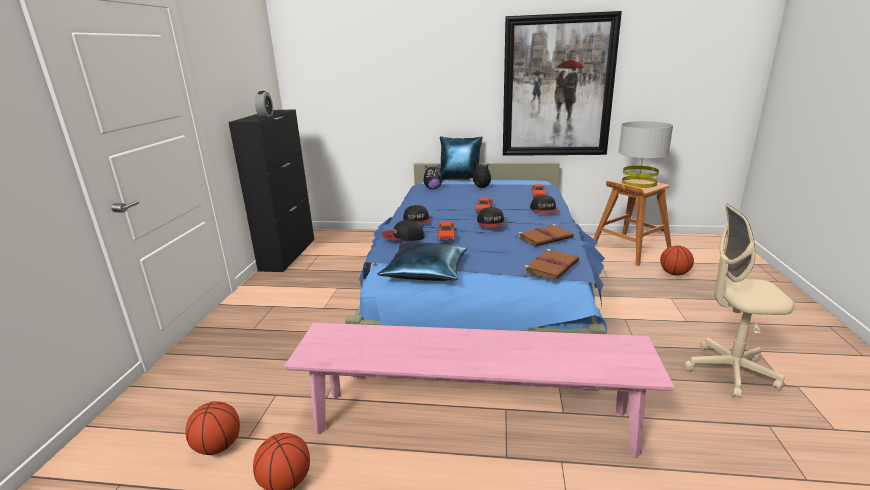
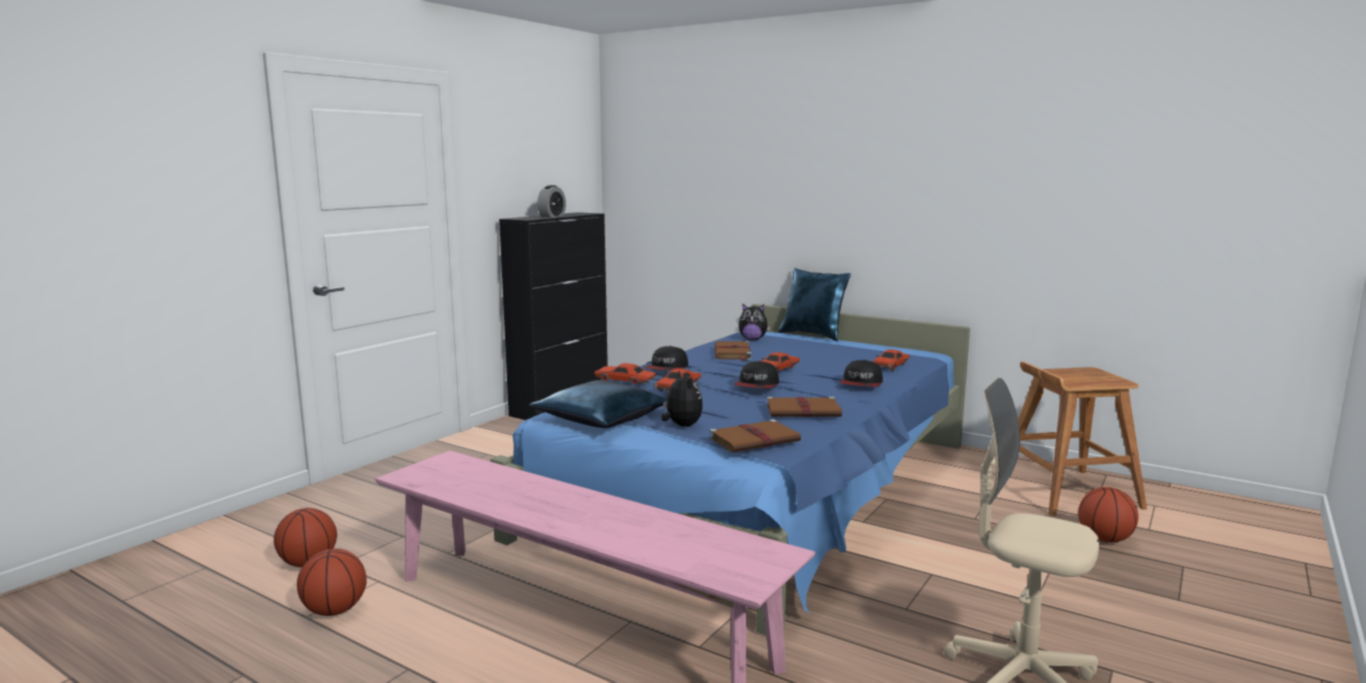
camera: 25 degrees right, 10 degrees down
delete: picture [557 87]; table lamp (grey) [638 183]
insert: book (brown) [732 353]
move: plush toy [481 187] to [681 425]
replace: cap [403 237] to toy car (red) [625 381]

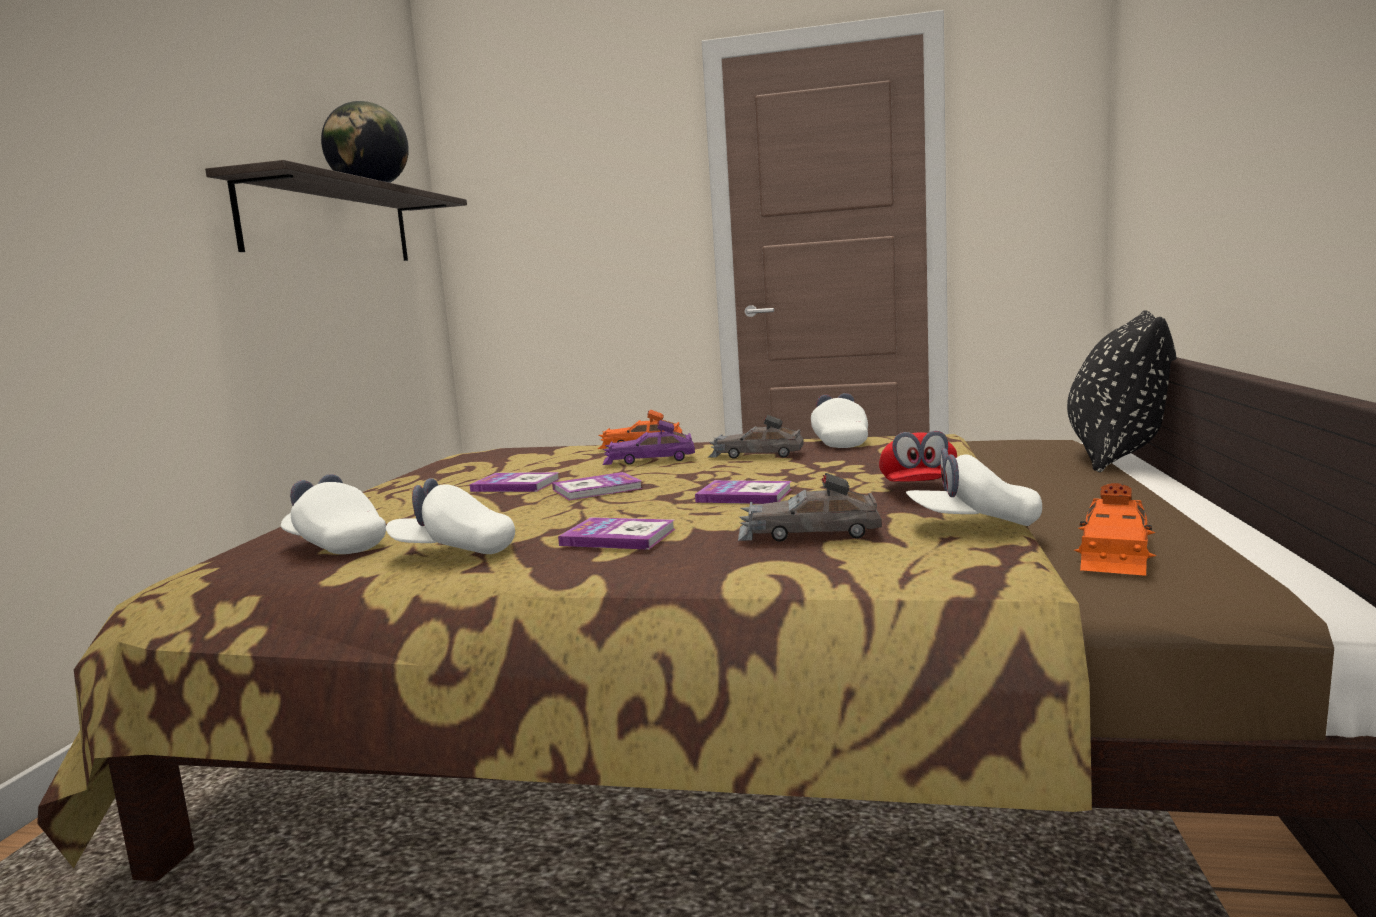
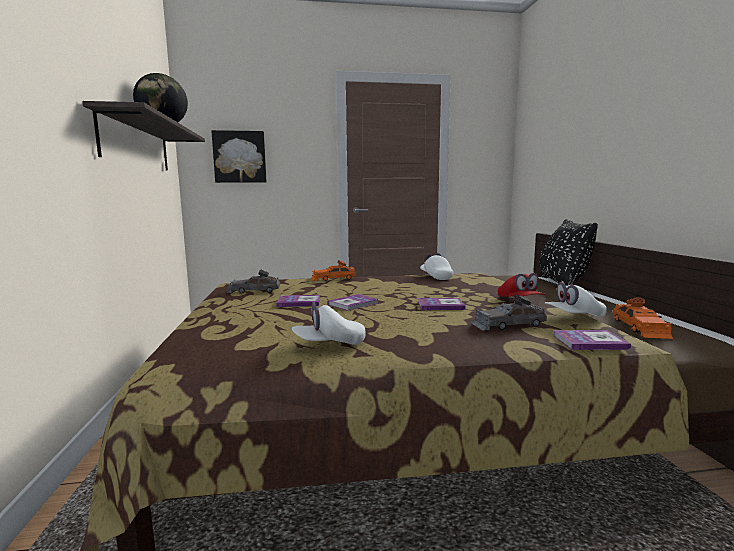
camera: 20 degrees left, 0 degrees up
delete: cap (white) [336 545]; toy car (purple) [649 460]
insert: picture [240 157]
move: toy car (grey) [756 454] to [254 291]; book [618 537] to [589 342]

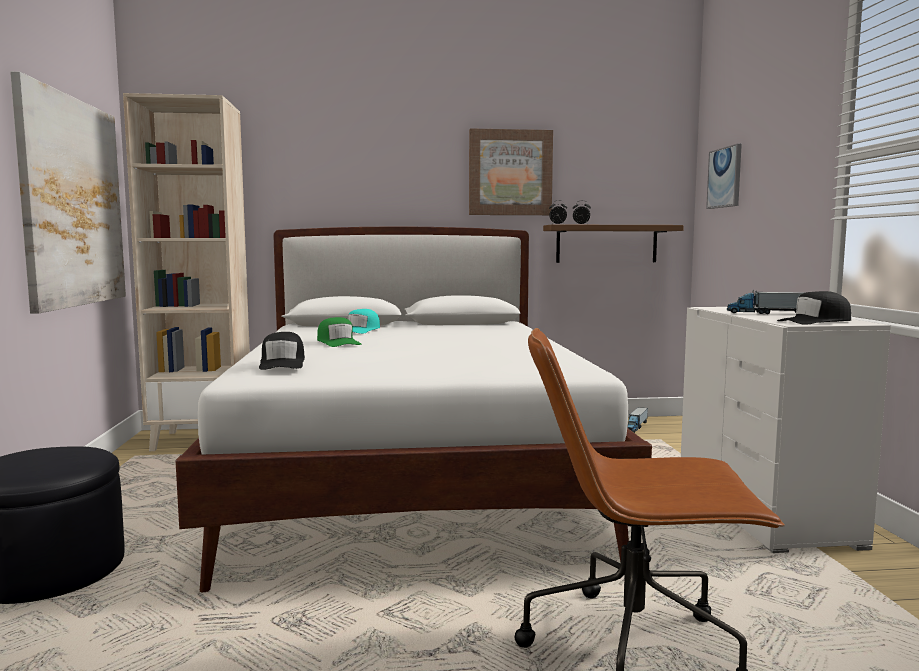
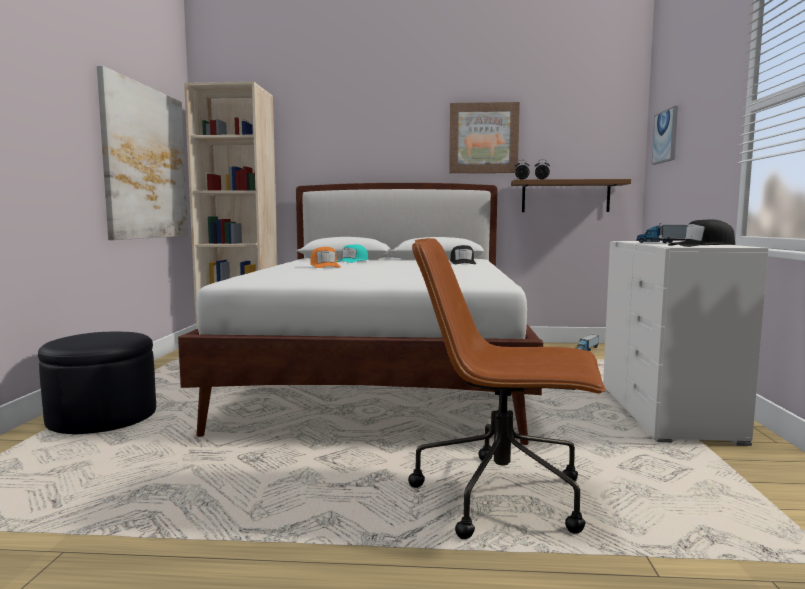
camera: 10 degrees right, 0 degrees up
move: cap (black) [282 363] to [463 263]
recolor: cap (green) [338 342] to cap (orange) [325 266]

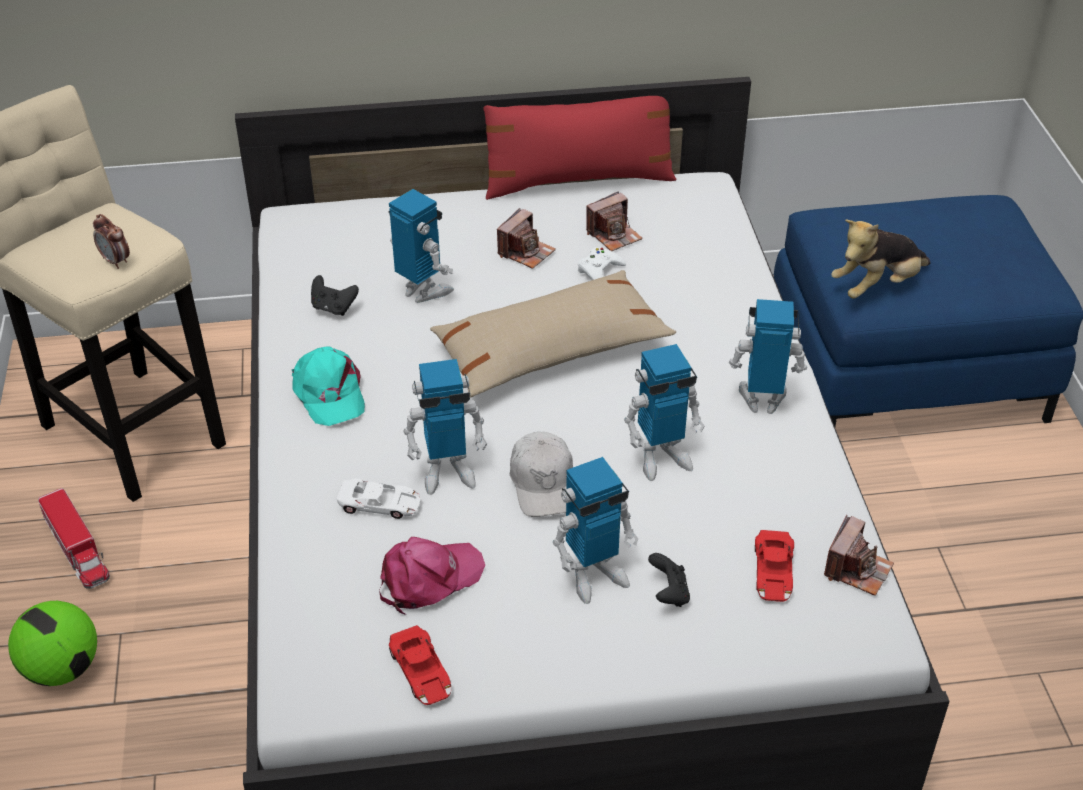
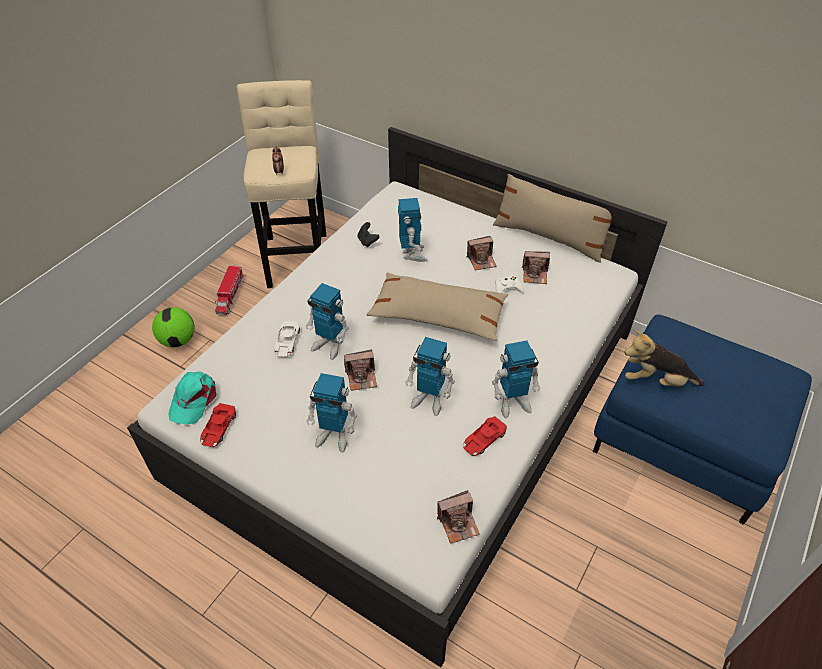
camera: 40 degrees right, 5 degrees up
delete: cap (pink) [429 578]; game controller (black) [669 594]
move: cap (turquoise) [328 393] to [193 399]; toy car (red) [773 572] to [483 439]
replace: cap (white) [543 483] to photo camera [361 377]
recolor: pillow (red) [578 180] to pillow (beige) [549 238]
rotate: toy car (white) [380 504] = [287 342] 45 degrees clockwise; toy robot [762 400] = [512 403] 120 degrees clockwise

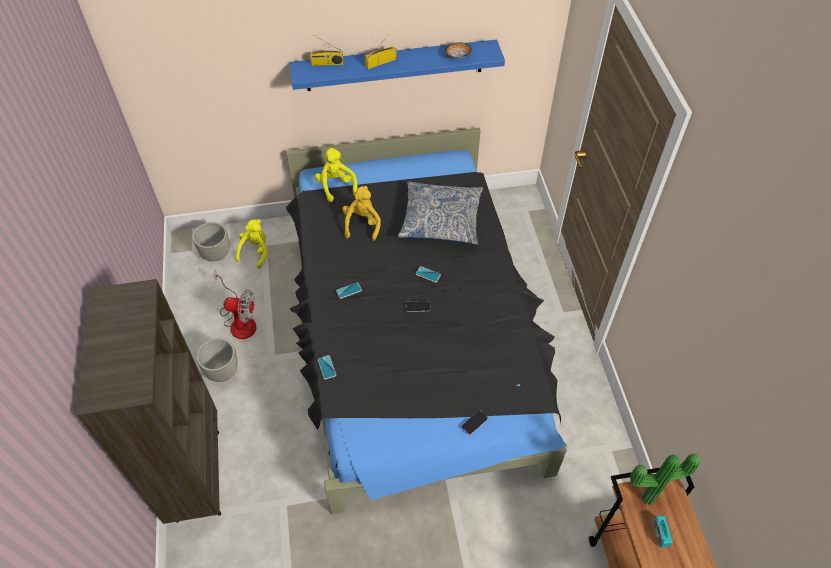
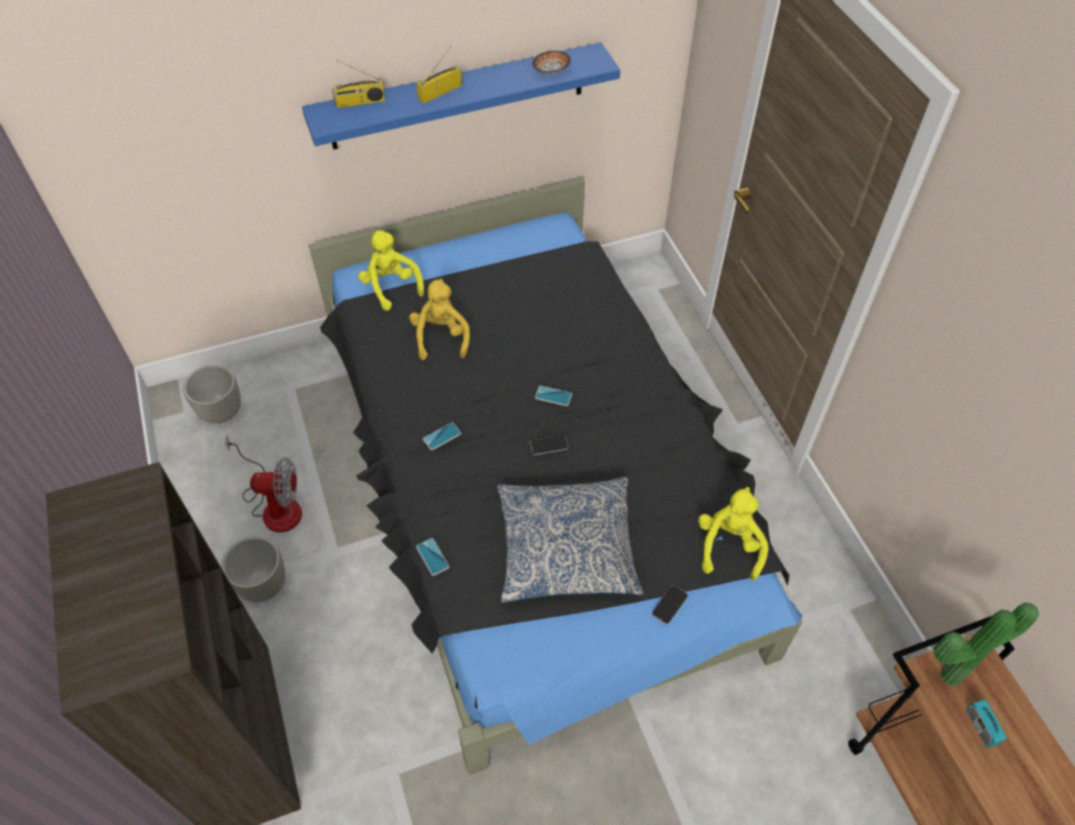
camera: 10 degrees left, 0 degrees up
move: pillow [441 220] to [566 548]; plush toy (yellow) [255 252] to [729 545]

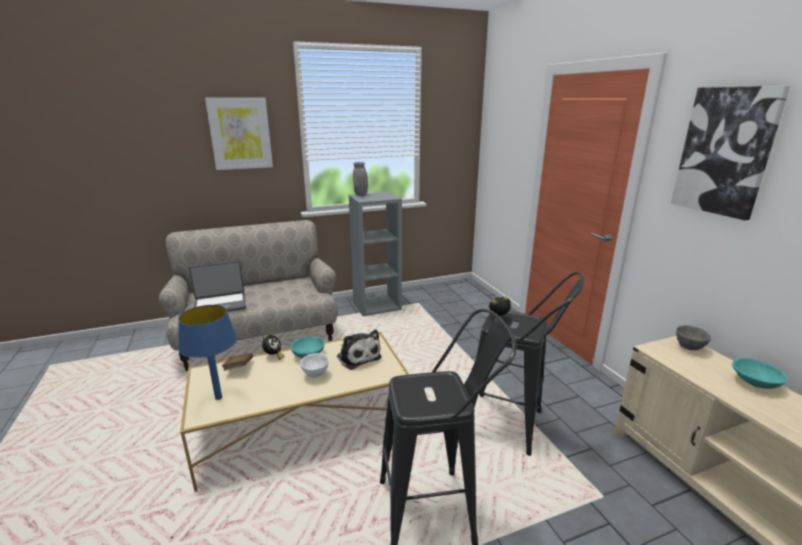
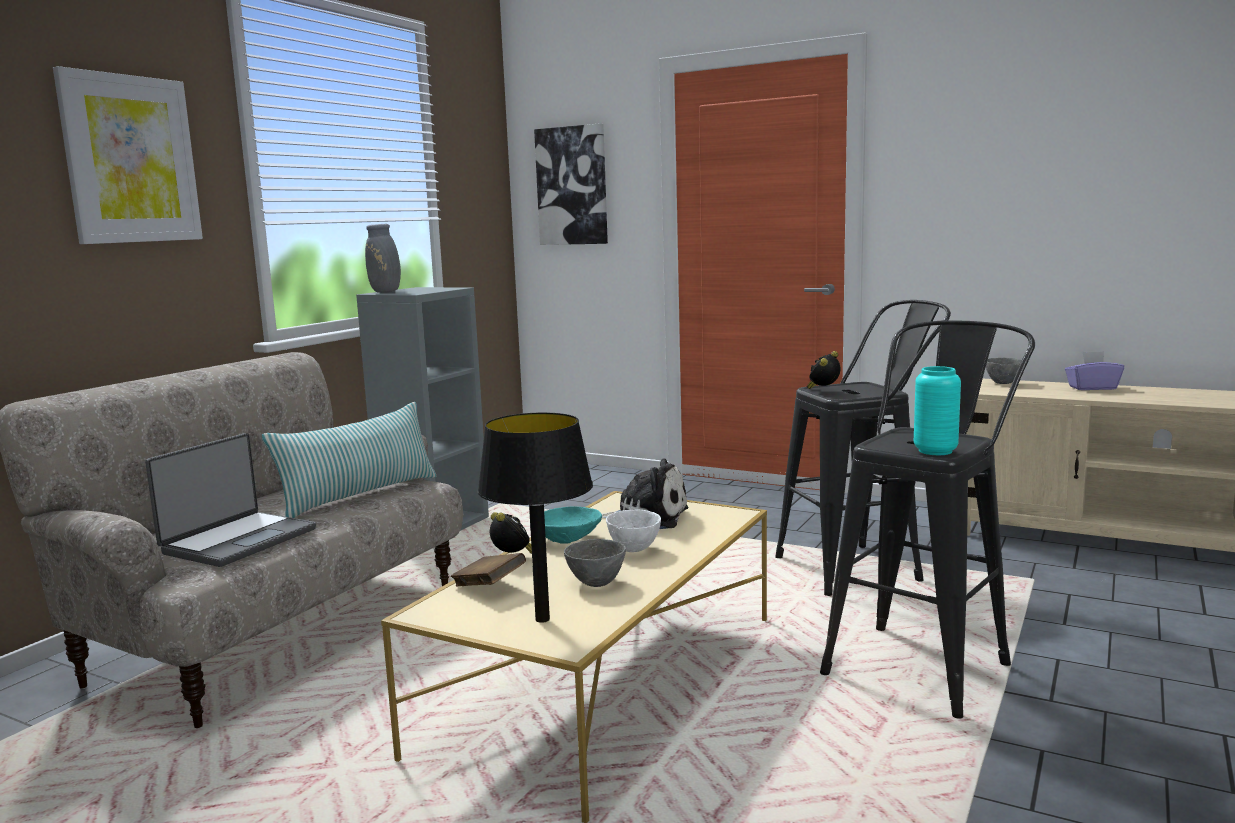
camera: 40 degrees left, 10 degrees down
insert: pillow [359 495]; bowl (grey) [596 583]; vase (turquoise) [935 451]
move: picture [725 151] to [572 186]
replace: bowl (turquoise) [753 383] to tissue box (purple) [1092 388]
recolor: table lamp (blue) [218 397] to table lamp (black) [542 619]

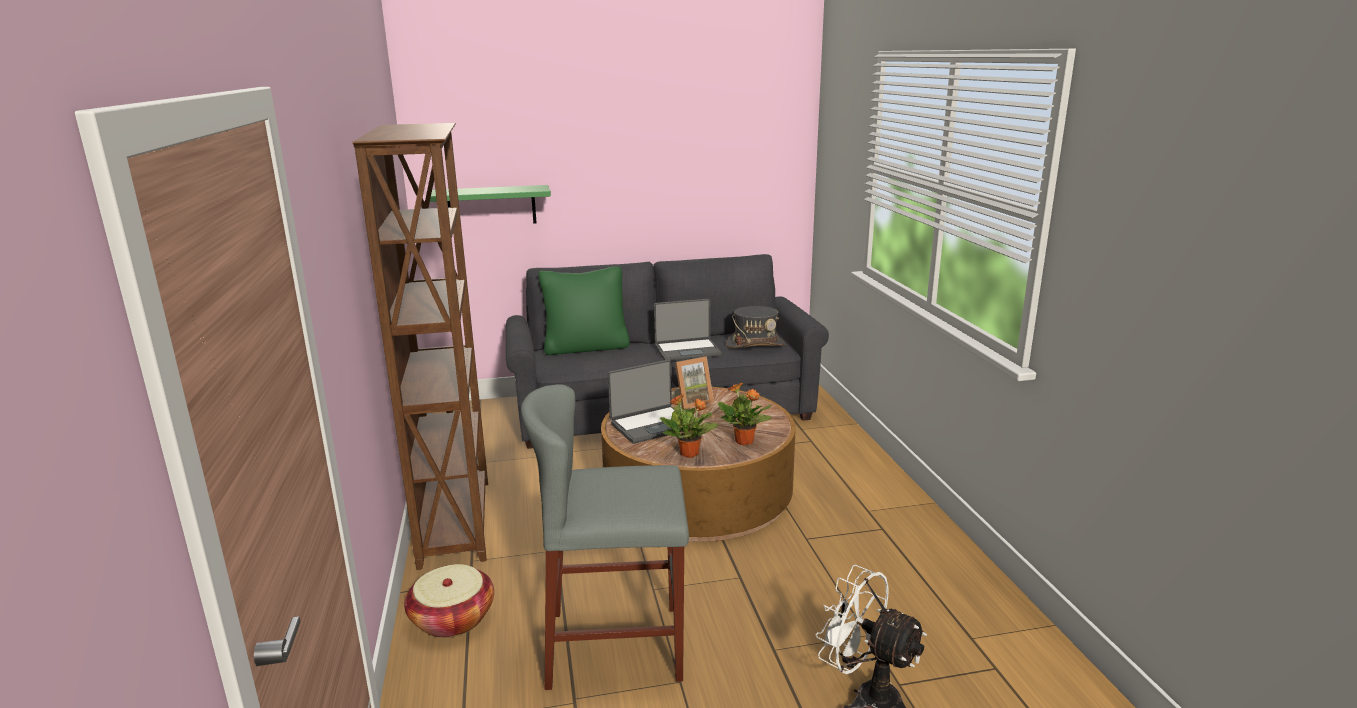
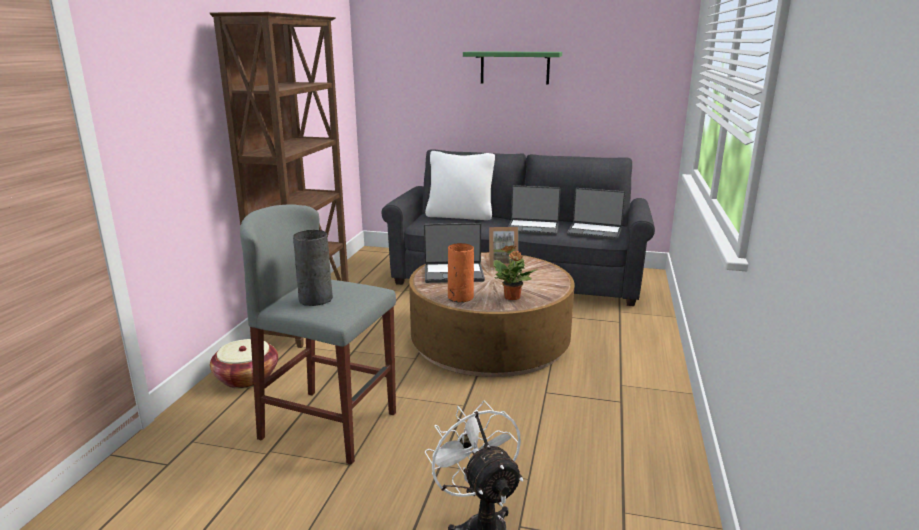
camera: 25 degrees right, 0 degrees up
insert: vase (grey) [314 299]
move: shelf (green) [491 206] to [514 67]
replace: potted plant [690 454] to vase (orange) [459 297]; hat (grey) [755 344] to laptop [594 232]
recolor: pillow (green) [586 347] to pillow (white) [460 216]

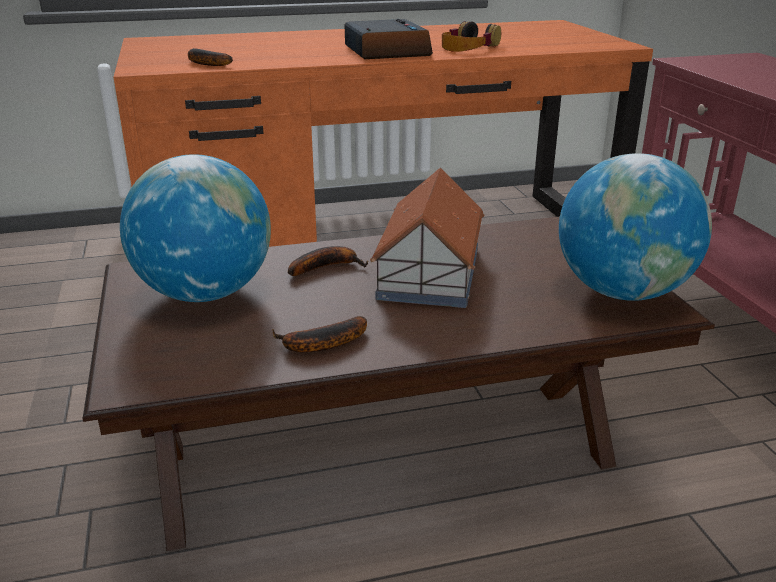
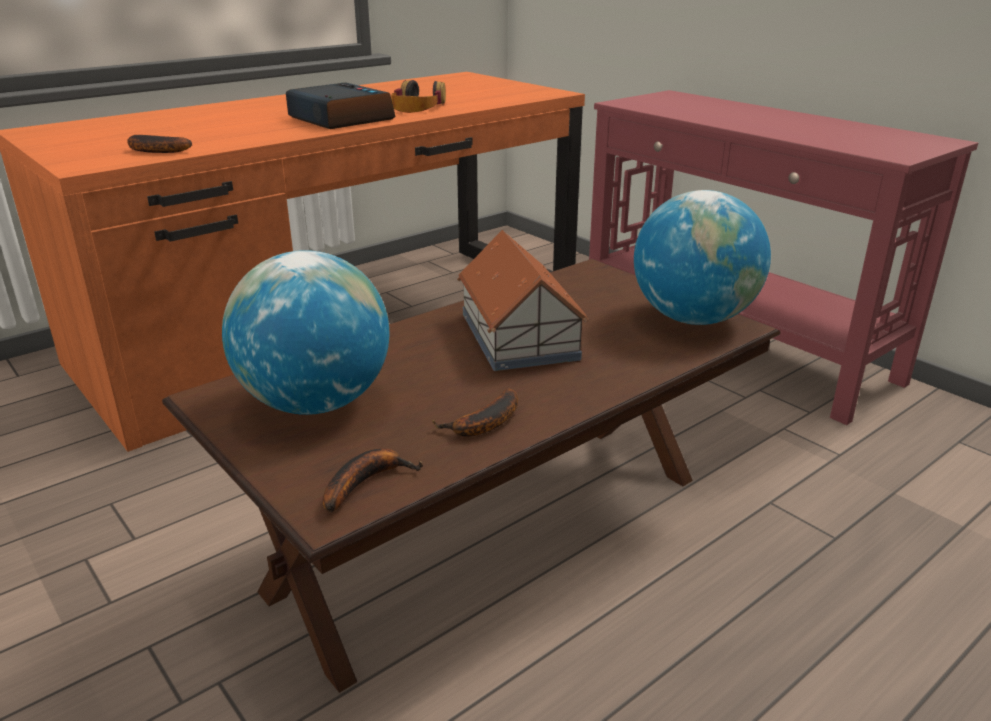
camera: 25 degrees left, 0 degrees up
move: banana [327 267] to [366 482]

